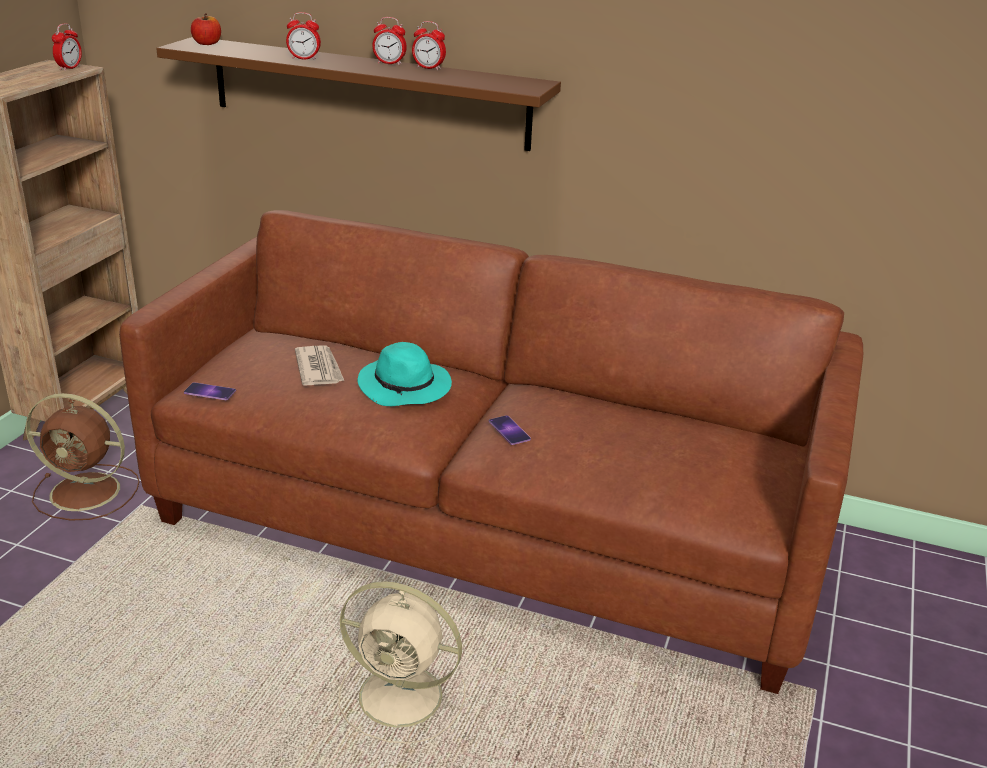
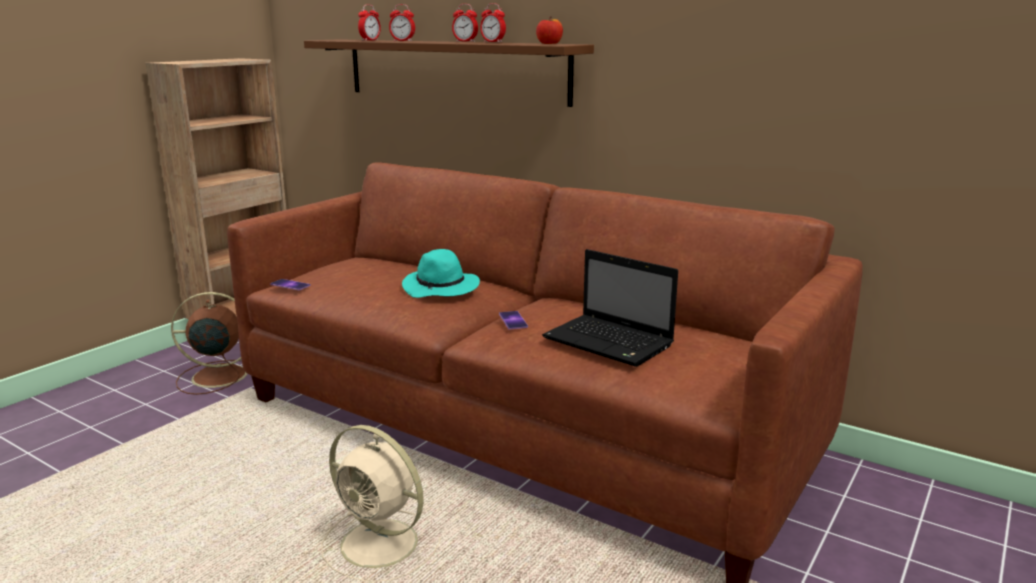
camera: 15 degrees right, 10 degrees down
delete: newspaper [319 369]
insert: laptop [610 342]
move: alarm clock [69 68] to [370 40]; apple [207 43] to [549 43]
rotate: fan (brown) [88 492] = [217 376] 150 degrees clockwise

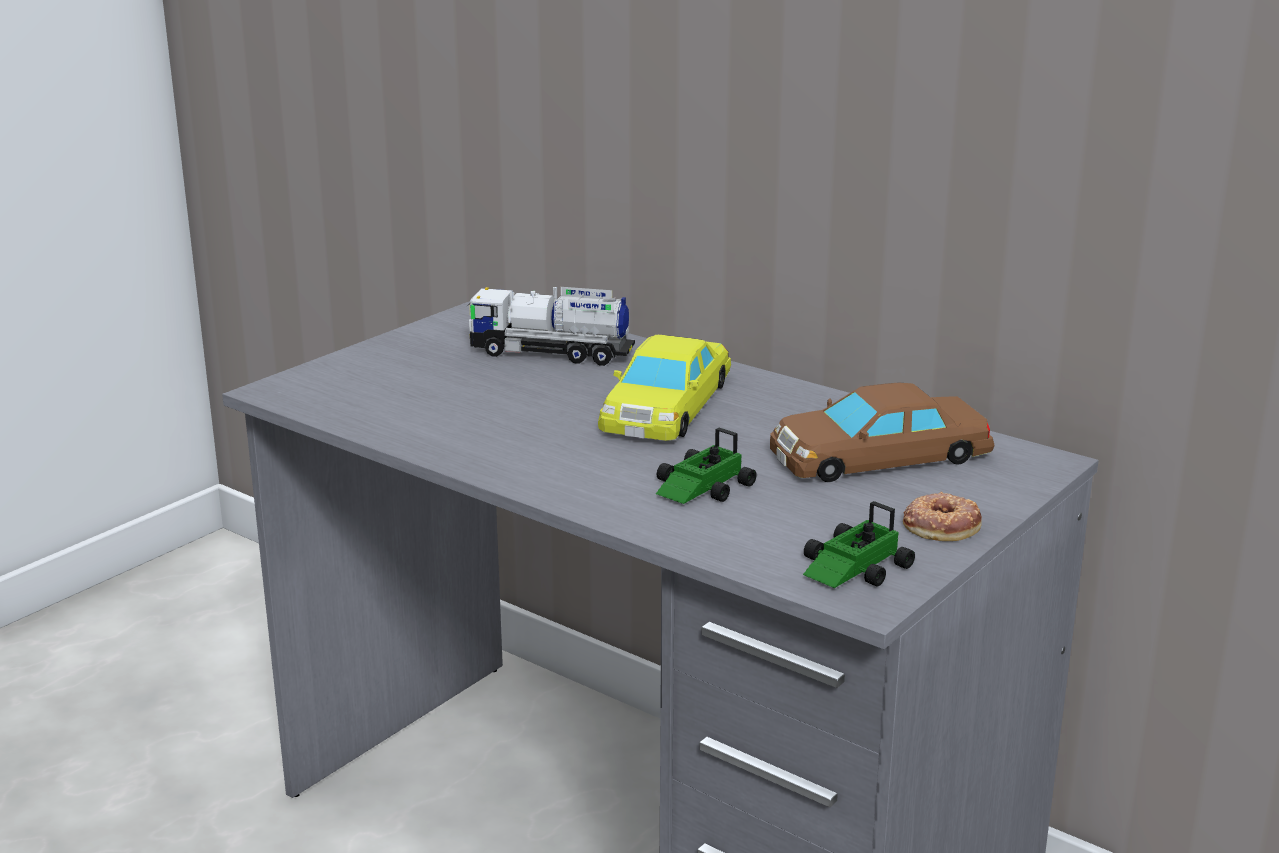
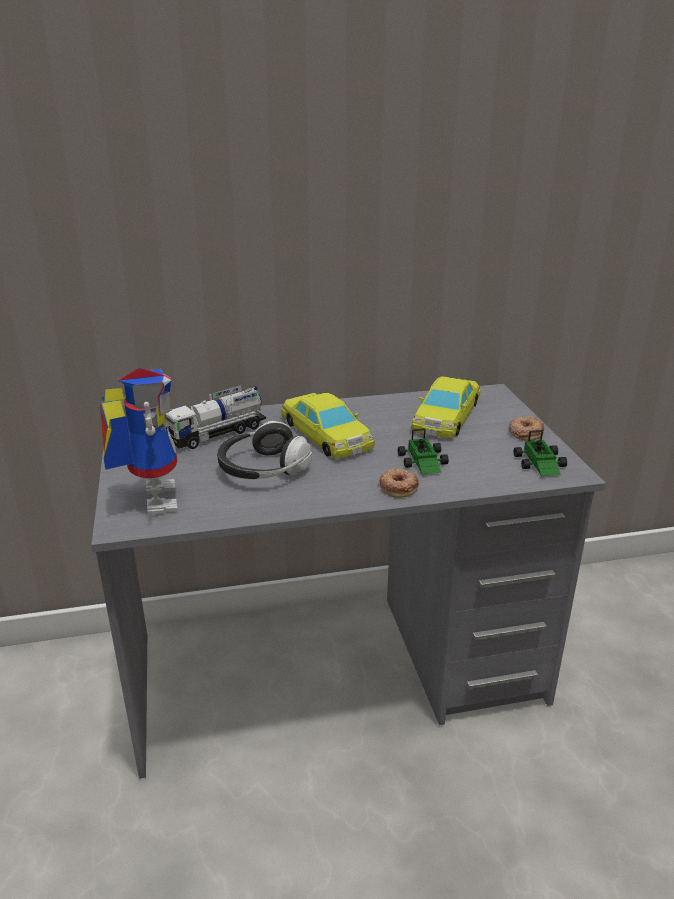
camera: 50 degrees left, 5 degrees up
insert: toy robot [150 497]; headphones [263 469]; donut [398 487]
recolor: toy car (brown) [878 455] to toy car (yellow) [446 416]

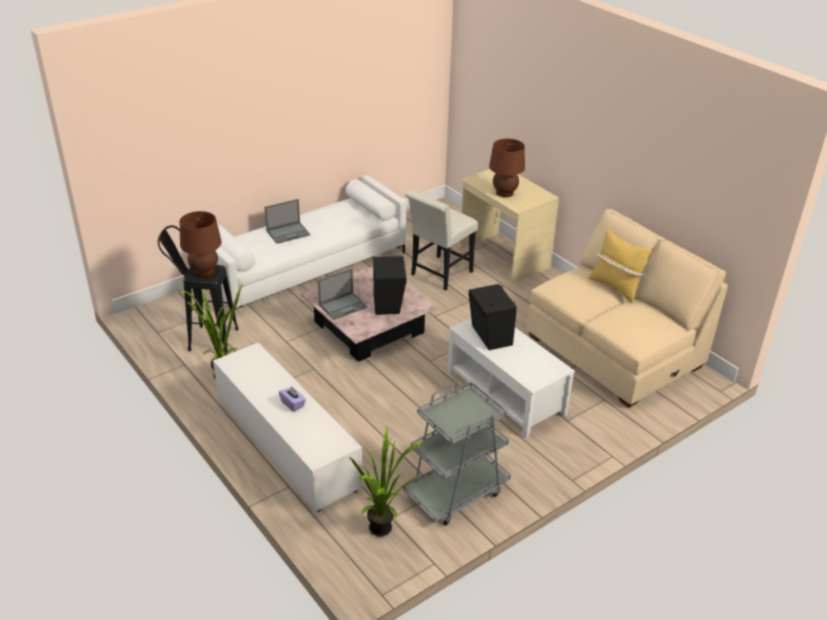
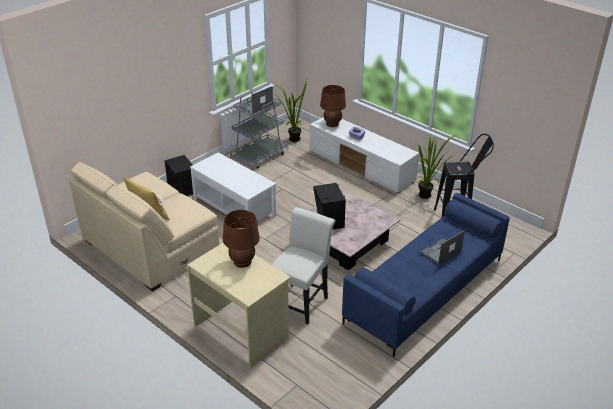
camera: 170 degrees right, 0 degrees up
move: speaker (black) [490 336] to [182 189]; laptop [343 306] to [256 106]; table lamp (brown) [204 271] to [332 124]
recolor: sofa (white) [306 268] to sofa (blue) [425 291]

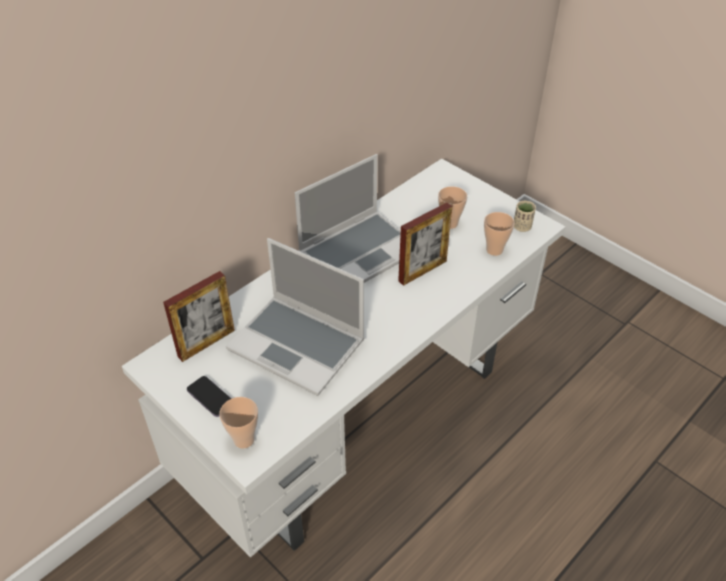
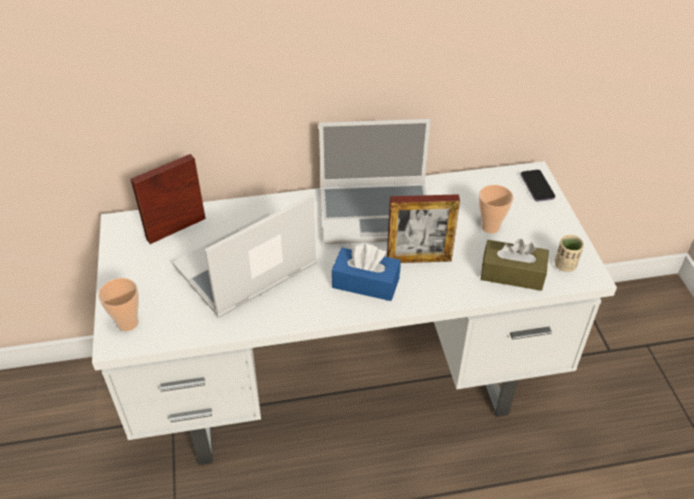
camera: 35 degrees right, 0 degrees up
insert: tissue box (blue) [365 283]
move: phone [210 397] to [537 187]
replace: cup [494 250] to tissue box (brown) [512 274]
rotate: picture frame [206 343] = [176 229] 150 degrees clockwise; laptop [299 345] = [245 269] 75 degrees clockwise

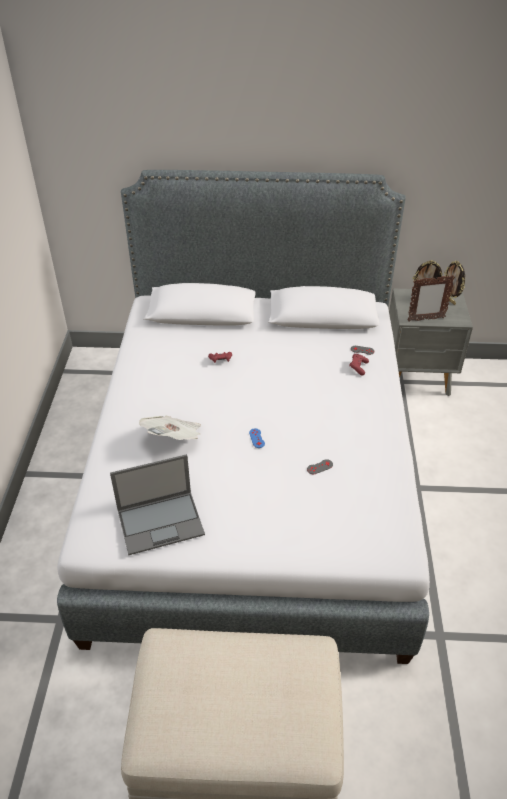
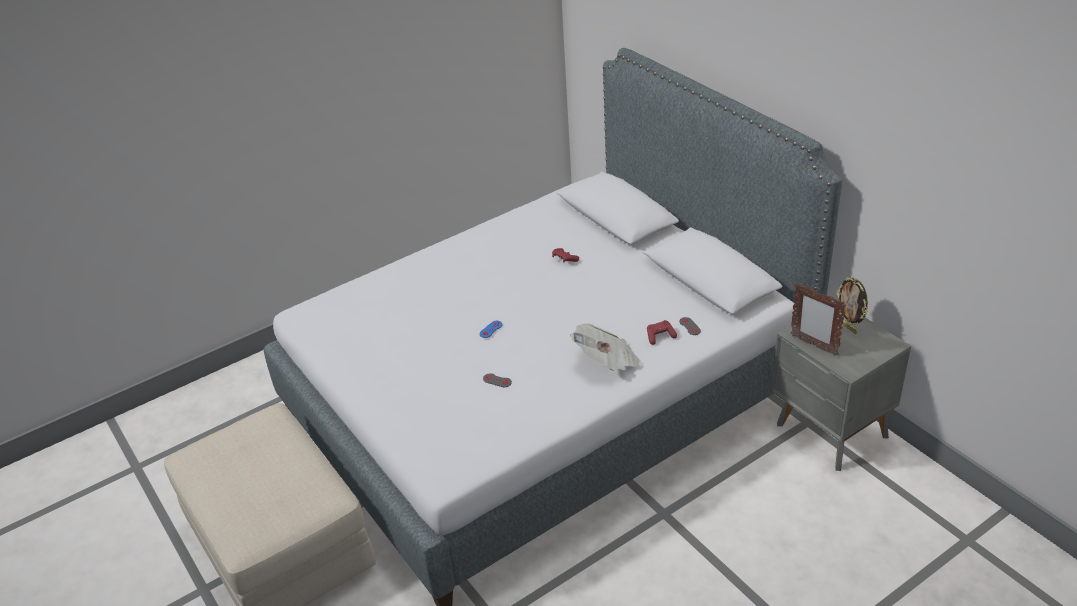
camera: 55 degrees right, 5 degrees down
delete: laptop [161 522]; picture frame [450 300]
move: newspaper [174 438] to [607 362]

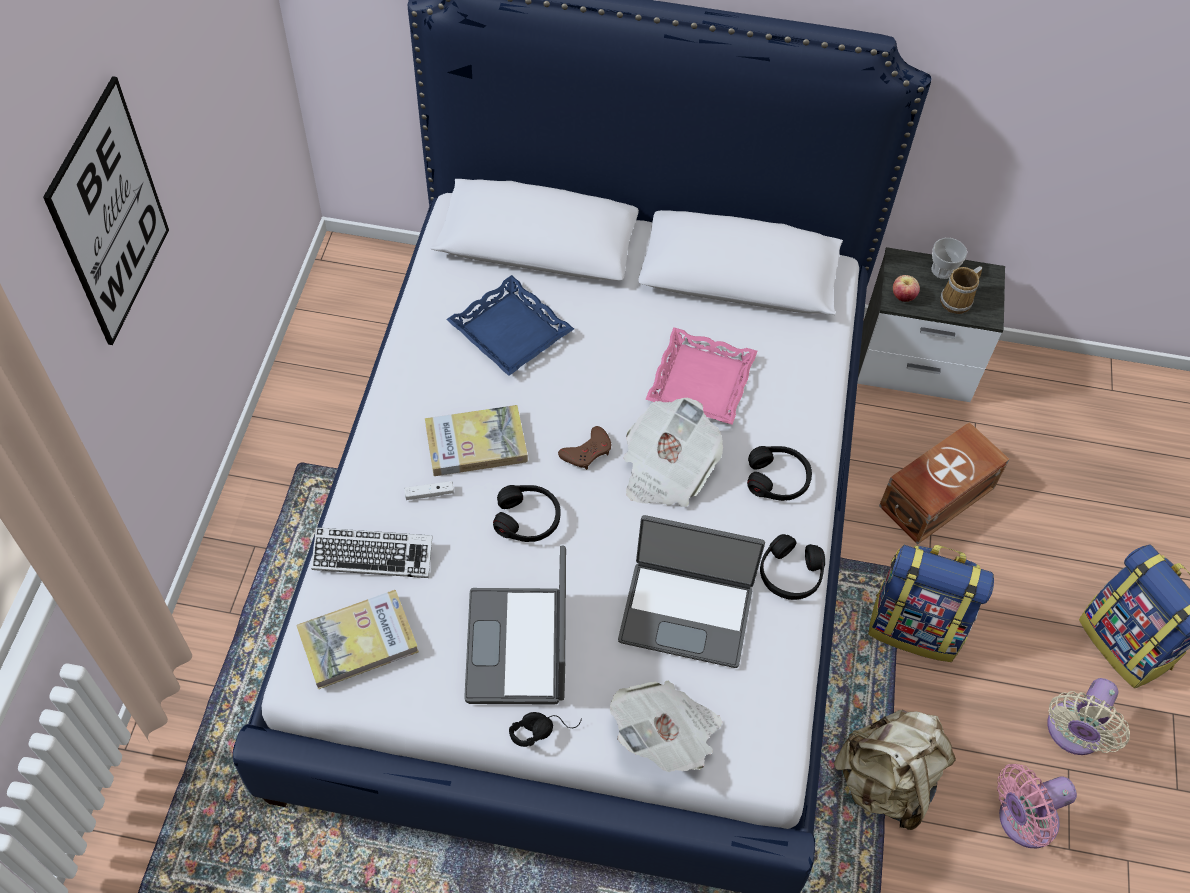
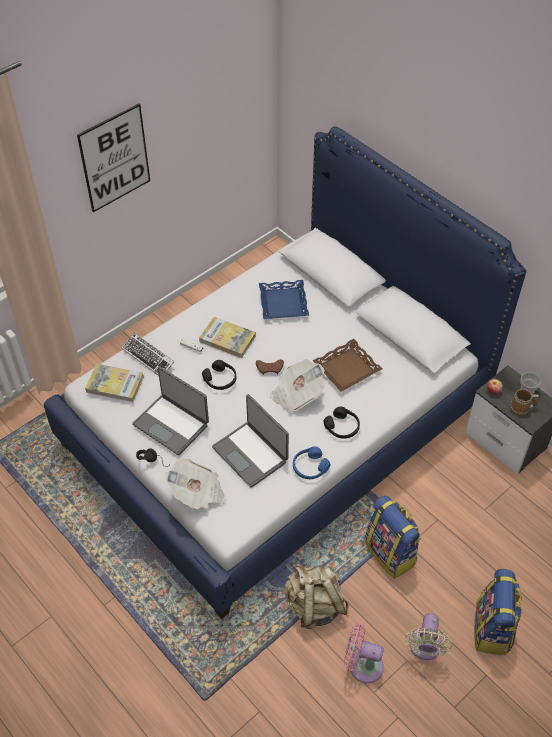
camera: 40 degrees right, 5 degrees down
delete: storage box (brown) [934 496]
recolor: headphones (black) [790 574] to headphones (blue) [310 467]; tray (pink) [701 382] to tray (brown) [347 369]
rotate: laptop [519 647] = [172 424] 90 degrees counterclockwise; fan (beige) [1072 733] = [424 647] 60 degrees counterclockwise

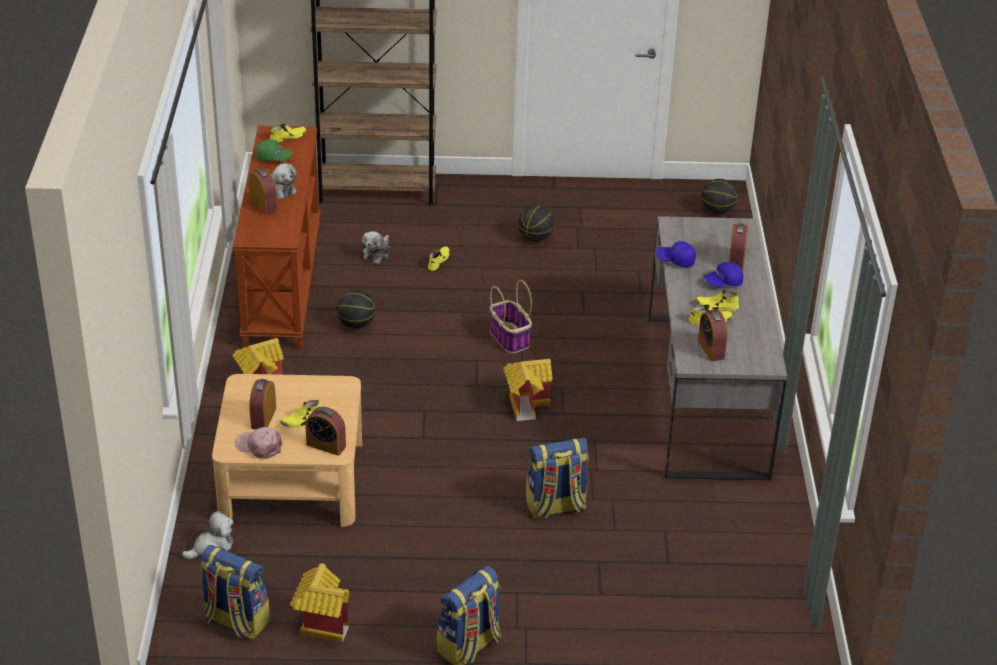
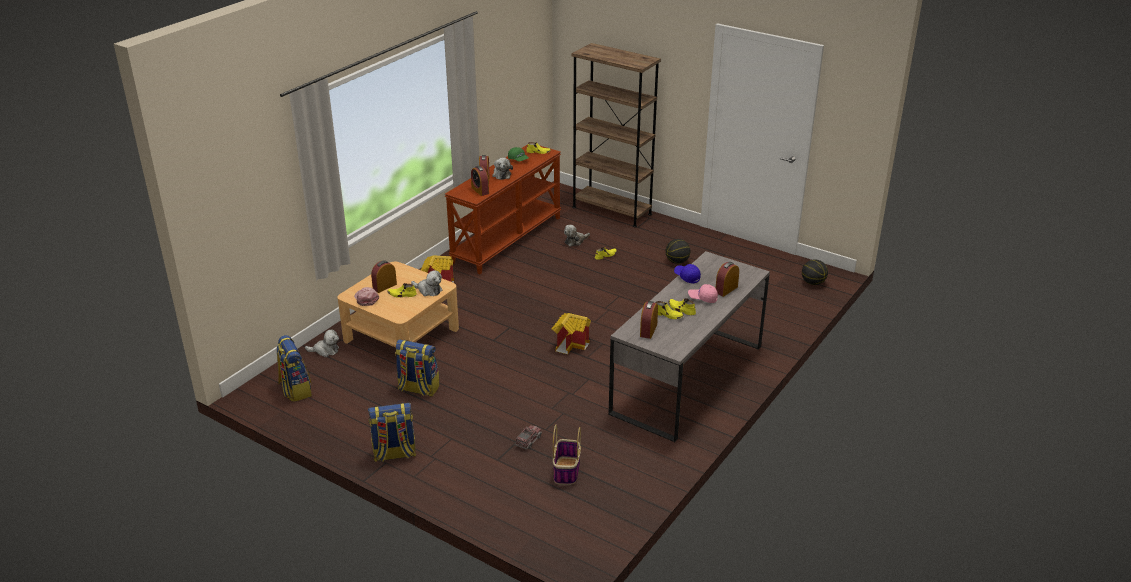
camera: 35 degrees right, 5 degrees down
delete: toy house [320 624]; basketball [356 324]
insert: plush toy [428 290]; toy truck [528 441]
move: backpack [555 506] to [418 389]; alarm clock [326 445] to [480 190]; basket [510 338] to [566 471]
recolor: cap (blue) [723 282] to cap (pink) [702 298]

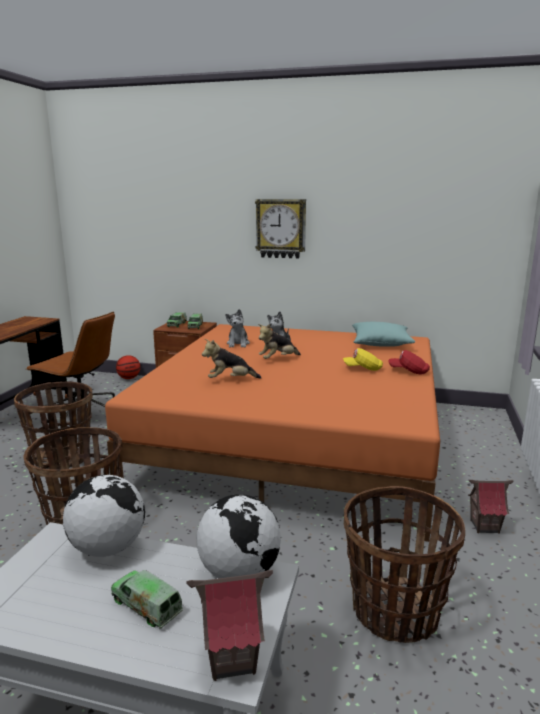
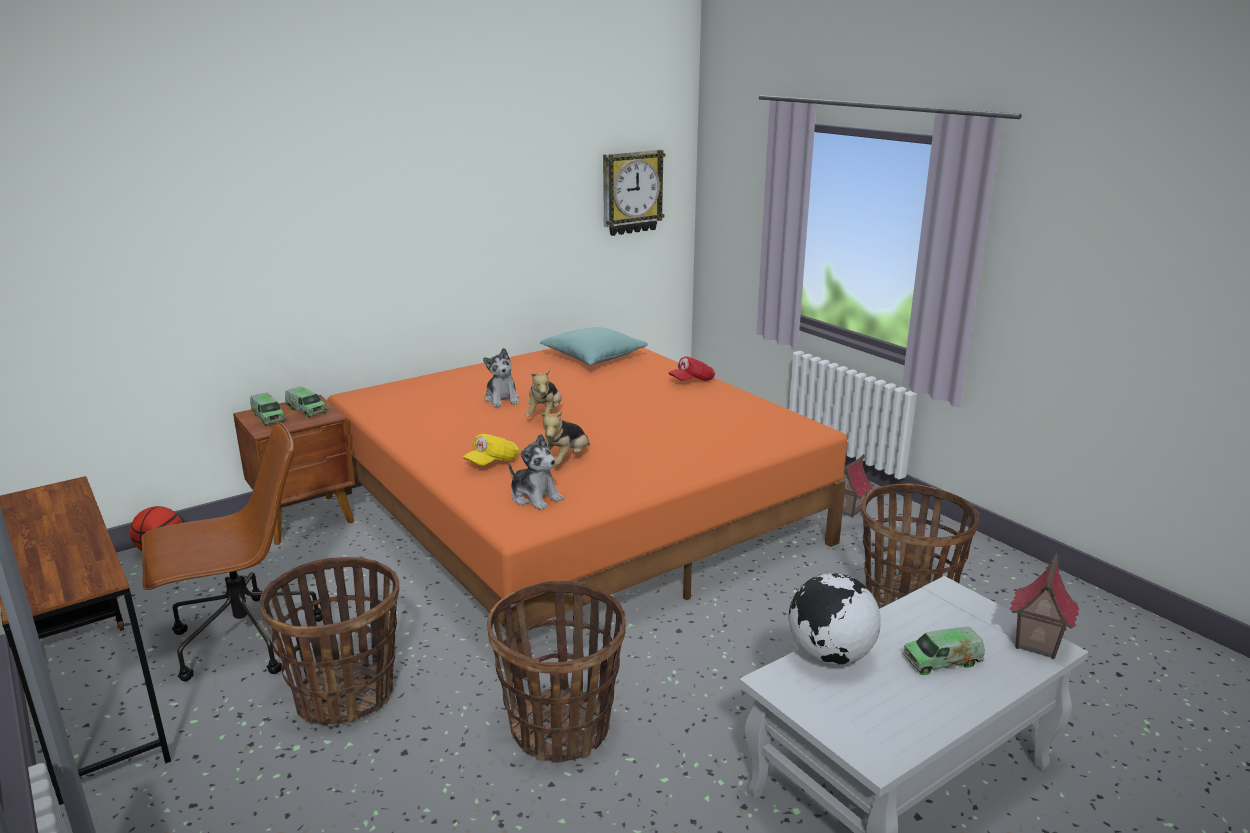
camera: 50 degrees left, 5 degrees up
delete: globe [239 572]
move: cap (yellow) [363 369] to [492 462]; plush toy [238 344] to [535 497]; wall clock [281 228] to [631 192]

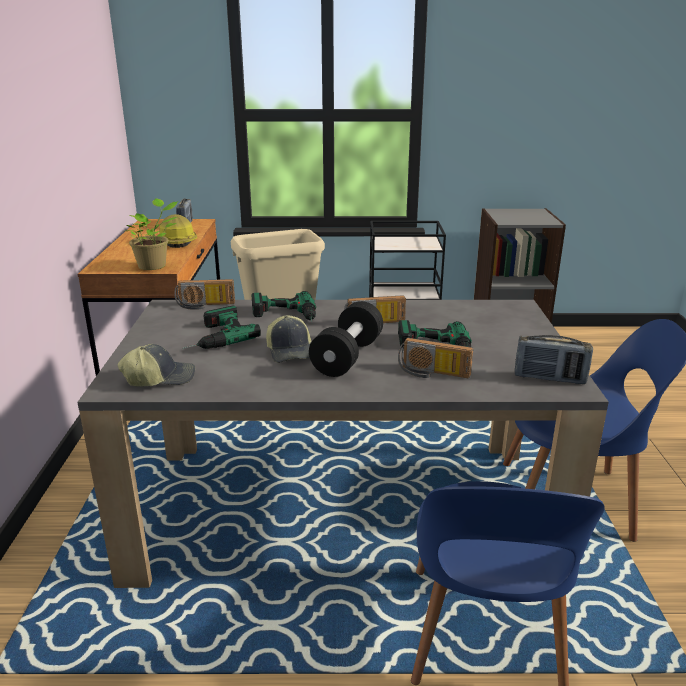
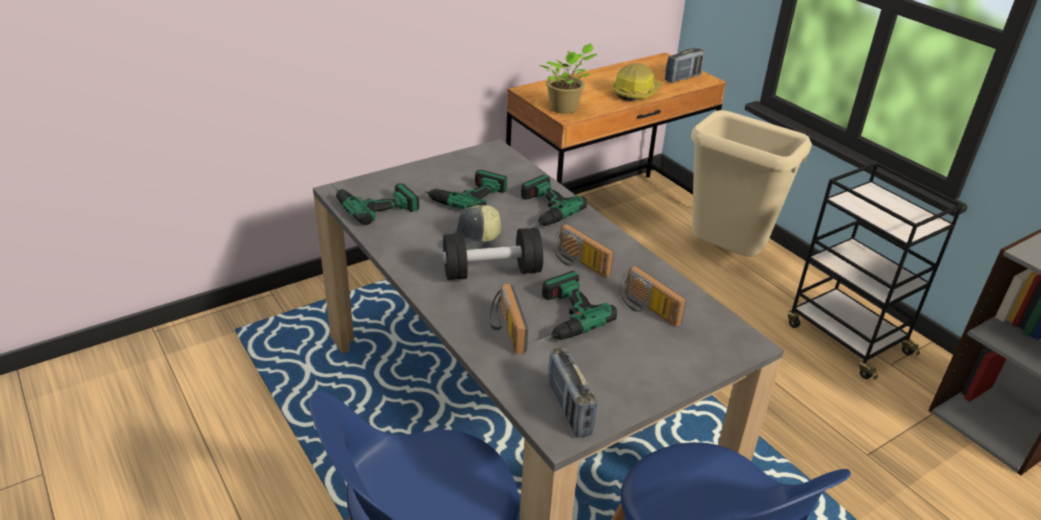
camera: 55 degrees right, 10 degrees up
move: radio [205 305] to [646 309]
replace: cap [160 378] to power drill [372 202]

